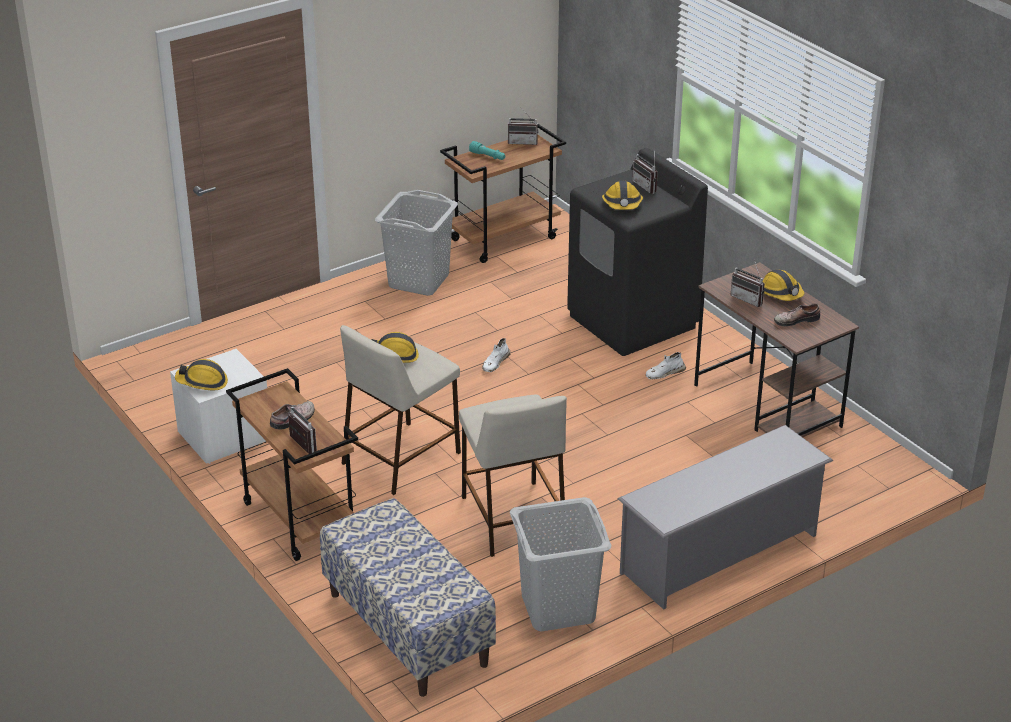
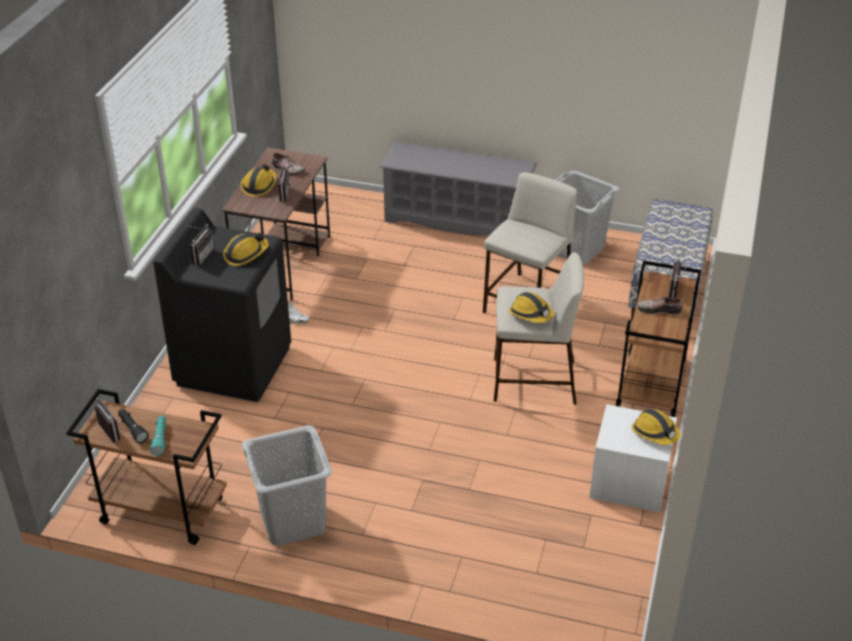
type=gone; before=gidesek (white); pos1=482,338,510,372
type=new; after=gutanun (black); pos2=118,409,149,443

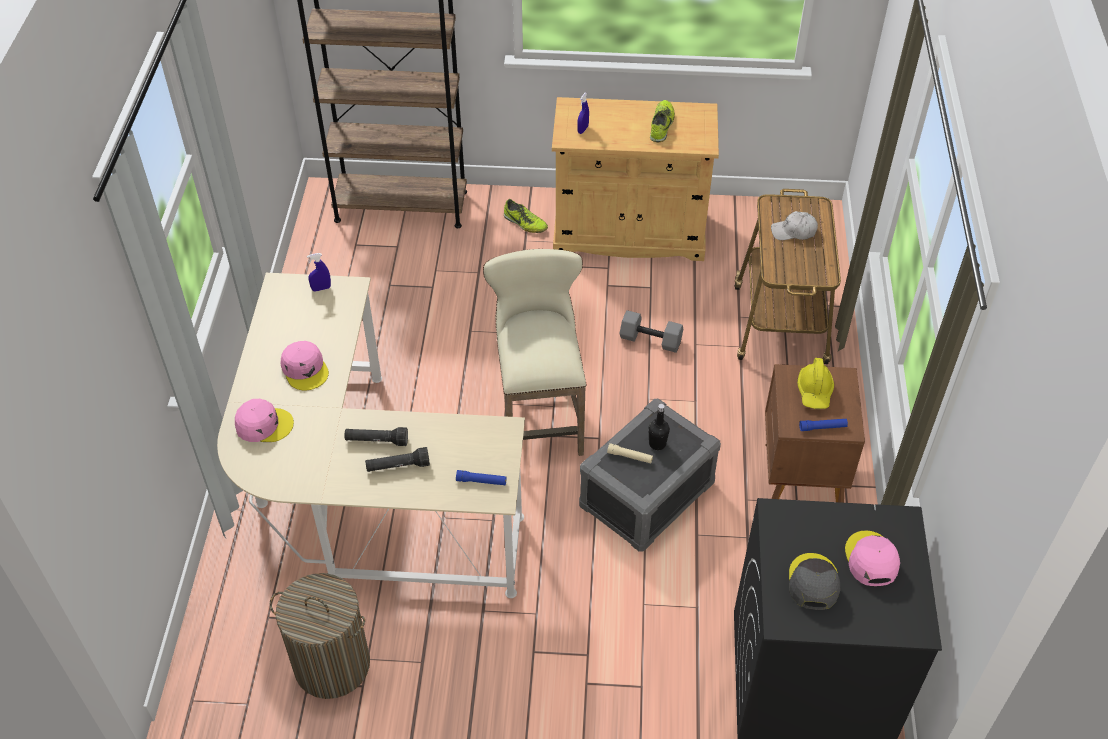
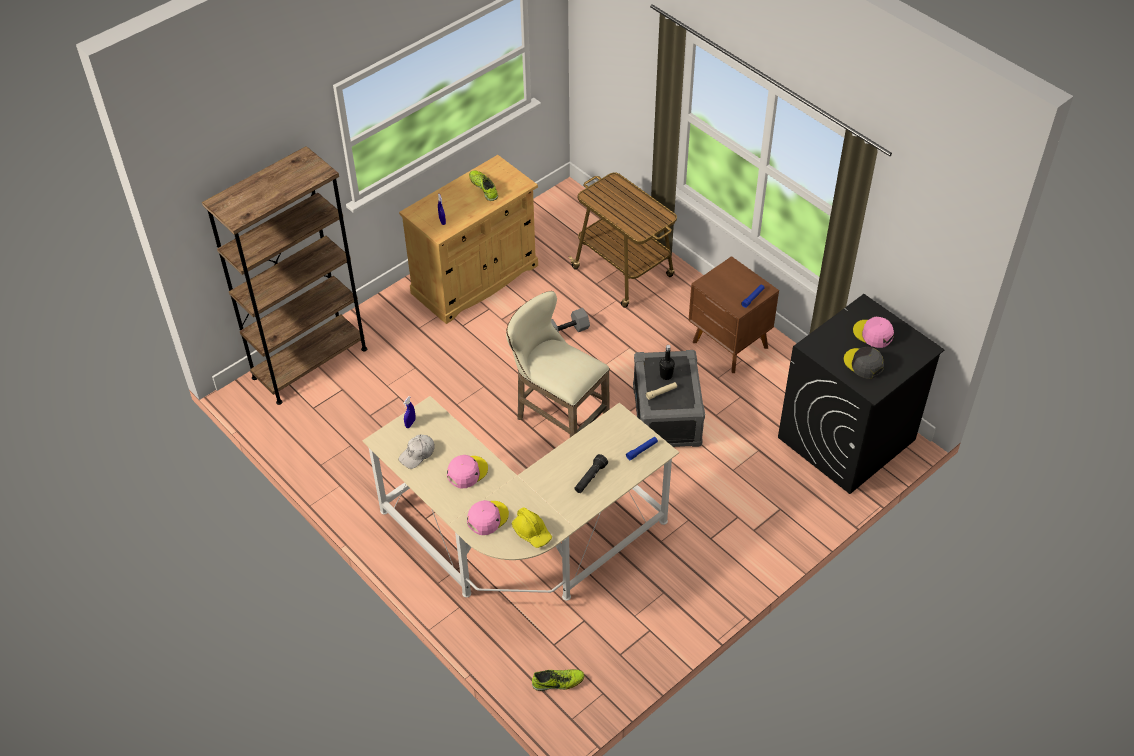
type=gone; before=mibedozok; pos1=270,573,370,699
type=rotated; before=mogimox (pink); pos1=281,341,329,391; pos2=447,455,488,488; turn=-60
type=gone; before=gutanun (black); pos1=345,427,408,446
type=shifted; before=gidesek; pos1=504,199,548,233; pos2=532,669,584,691
type=shifted; before=mogimox (white); pos1=771,211,818,240; pos2=399,435,435,469
type=shifted; before=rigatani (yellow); pos1=797,358,834,409; pos2=511,507,552,548

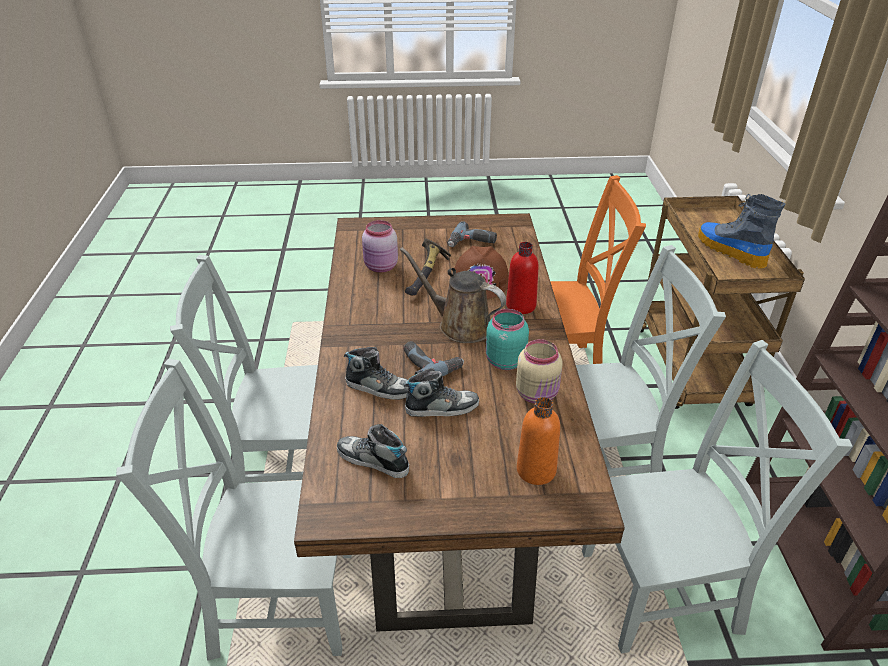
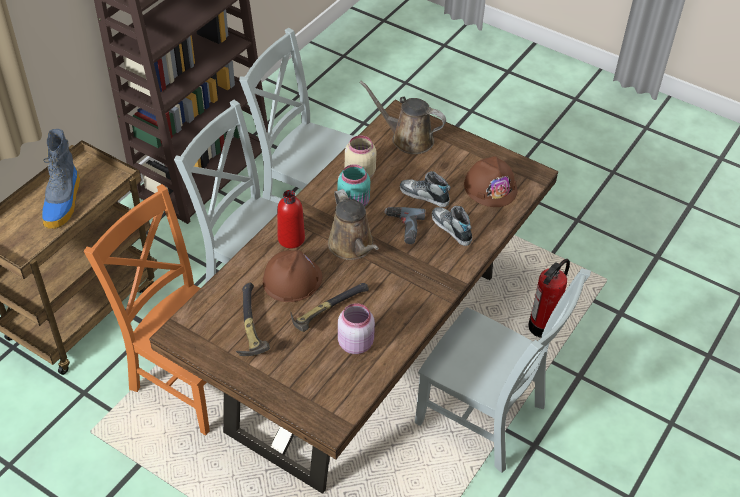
type=swapped; before=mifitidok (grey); after=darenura; pos1=116,359,352,661; pos2=528,259,570,338
type=swapped; before=gidesek; after=rigatani (brown); pos1=337,424,409,478; pos2=464,156,518,207
type=swapped; before=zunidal; after=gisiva; pos1=447,221,497,247; pos2=236,283,270,356
type=swapped; before=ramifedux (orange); after=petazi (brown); pos1=517,397,560,485; pos2=359,81,446,154

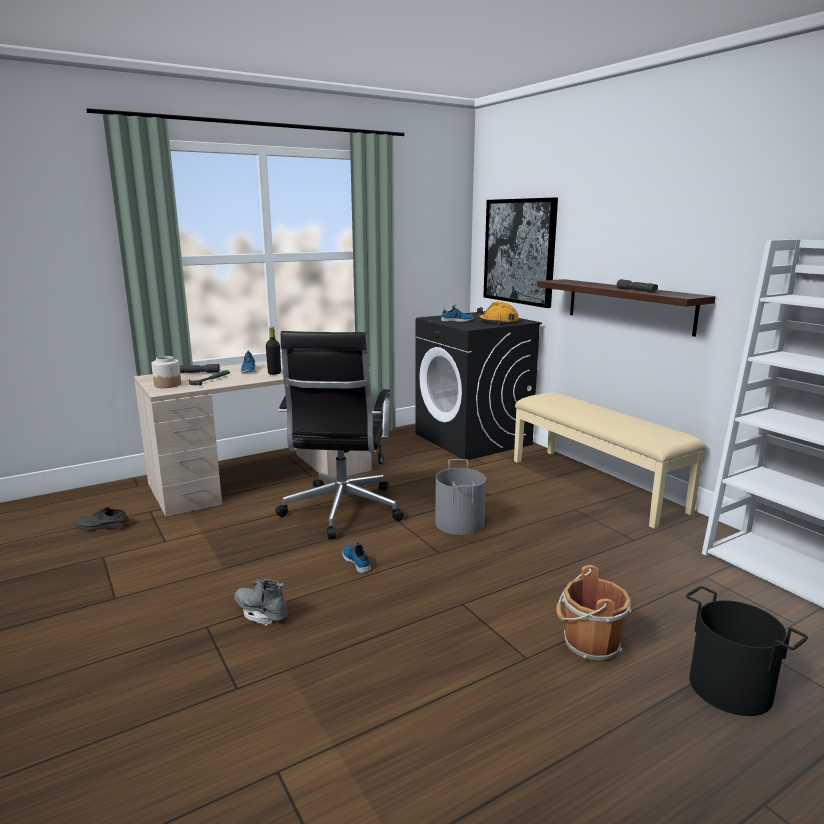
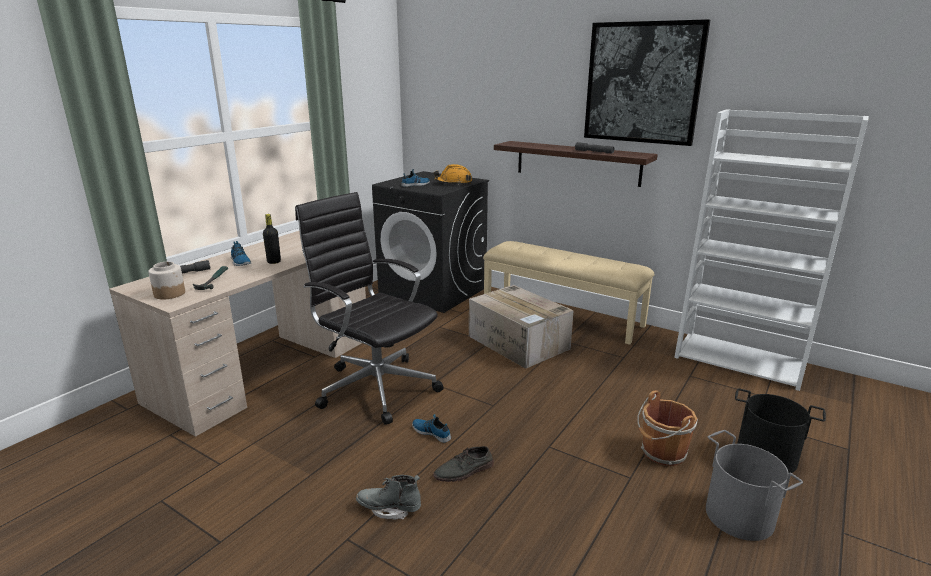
type=shifted; before=gidesek (grey); pos1=74,507,130,531; pos2=433,446,494,482
type=rotated; before=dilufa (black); pos1=275,331,404,539; pos2=295,192,444,425; turn=150
type=shifted; before=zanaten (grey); pos1=435,459,486,535; pos2=706,430,803,541
type=shifted; before=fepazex; pos1=483,197,558,308; pos2=584,19,710,146
type=new; after=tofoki; pos2=469,285,574,369

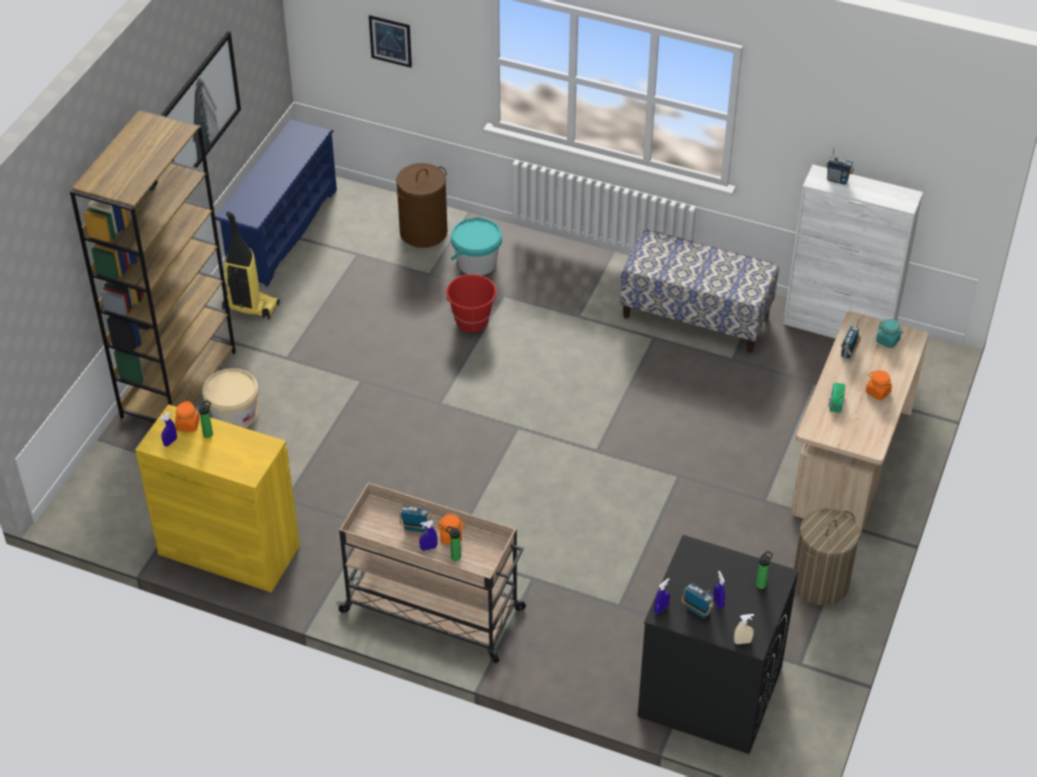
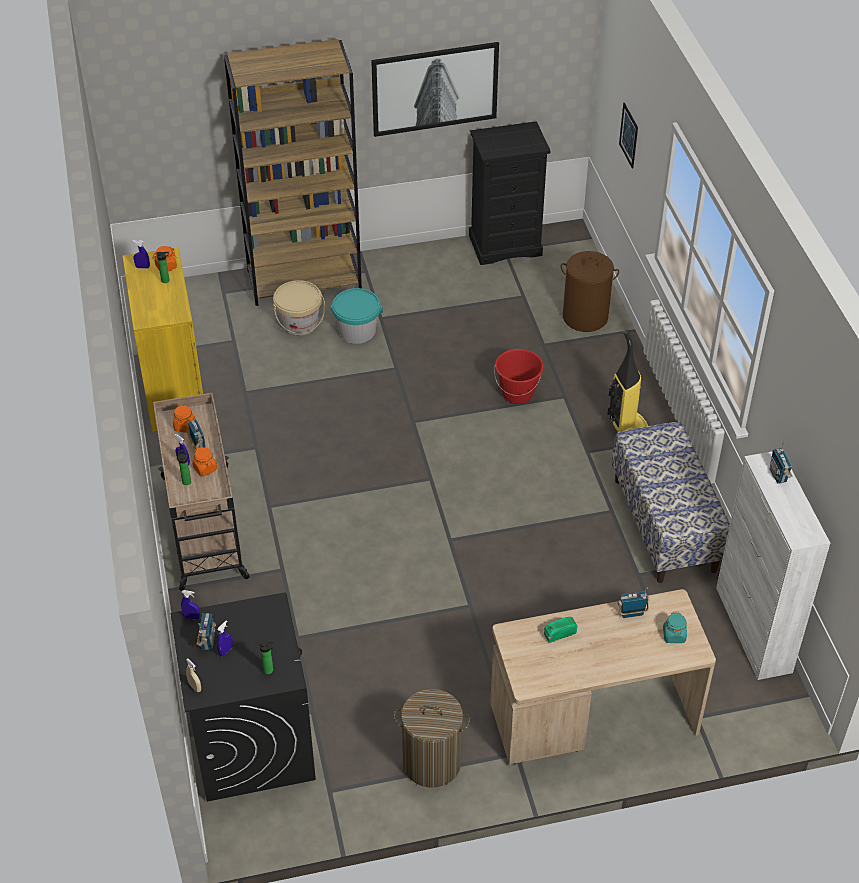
type=swapped; before=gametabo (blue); after=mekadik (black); pos1=215,119,337,287; pos2=469,121,551,265
type=shifted; before=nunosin; pos1=222,211,280,319; pos2=607,329,649,432
type=shifted; before=zanaten (turquoise); pos1=451,218,502,276; pos2=331,288,383,344
type=shifted; before=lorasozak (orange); pos1=866,370,892,400; pos2=173,405,195,433

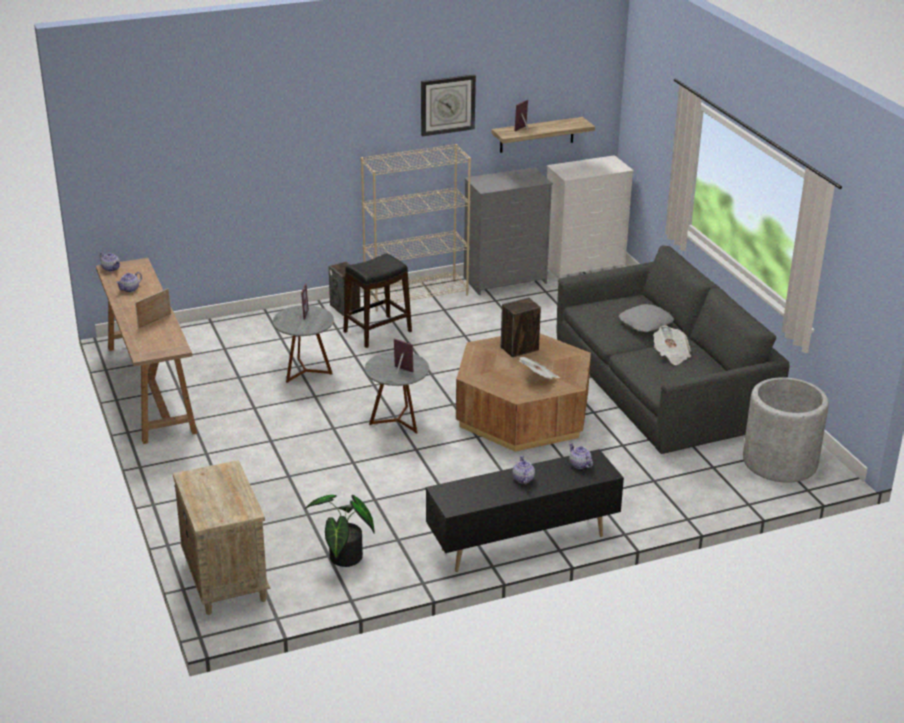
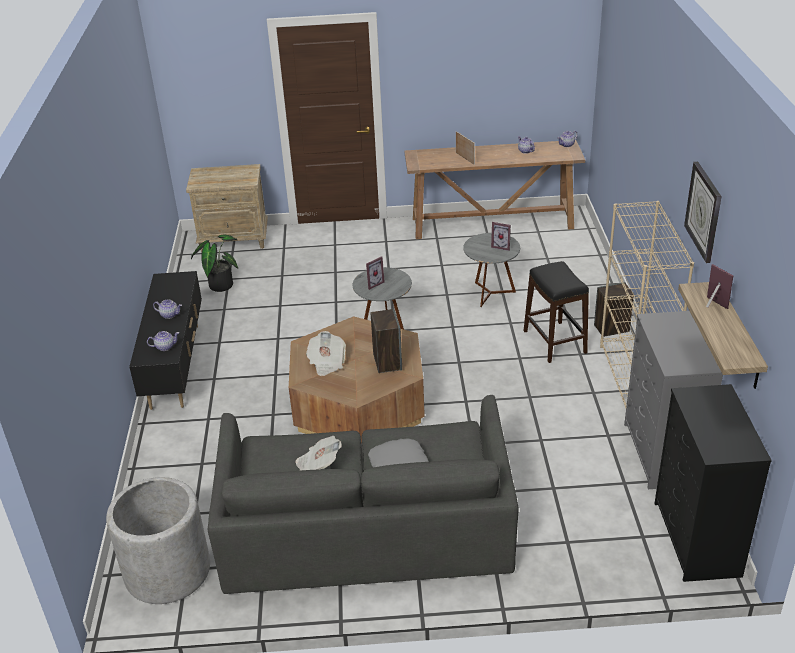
type=repainted; before=mekadik (white); after=mekadik (black); pos1=547,155,634,280; pos2=654,384,772,582

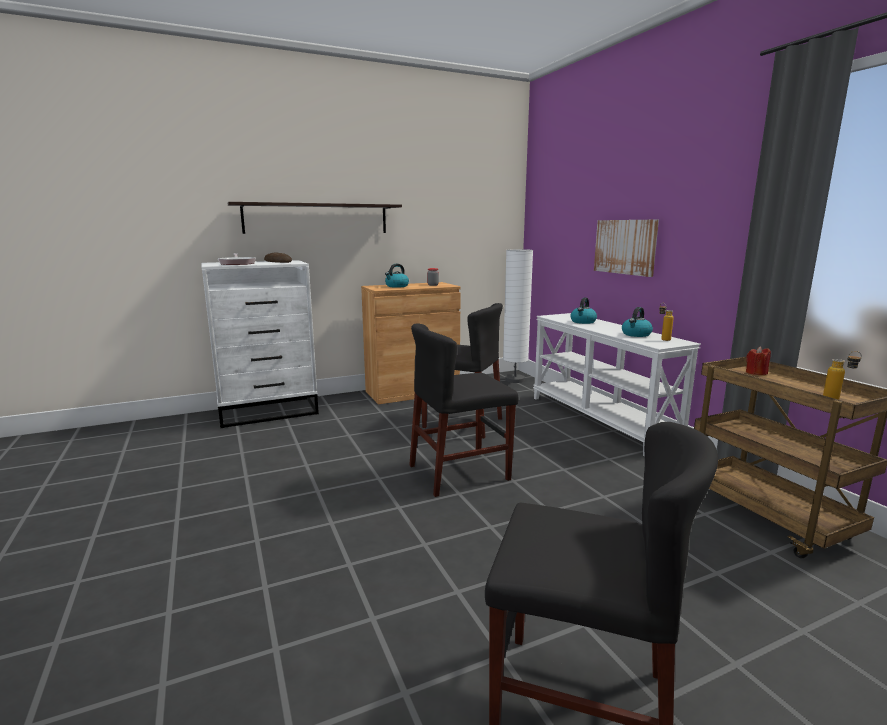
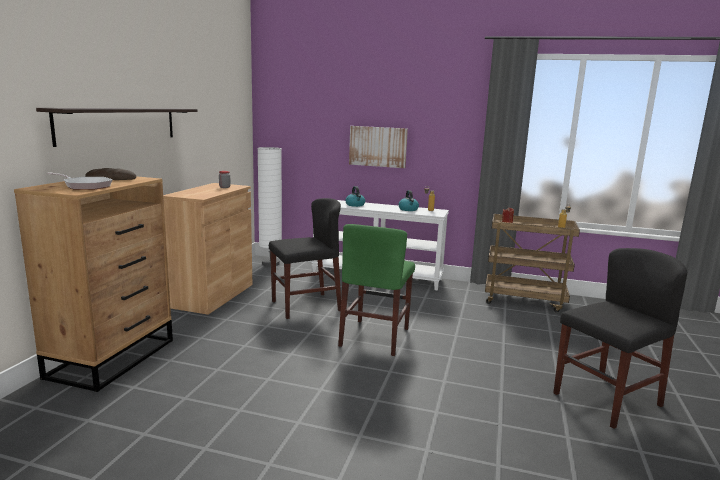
type=repainted; before=mekadik (white); after=mekadik (brown); pos1=202,260,319,428; pos2=14,176,173,392
type=gone; before=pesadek; pos1=385,264,409,288
type=repainted; before=mifitidok (black); after=mifitidok (green); pos1=409,323,519,497; pos2=338,224,415,356

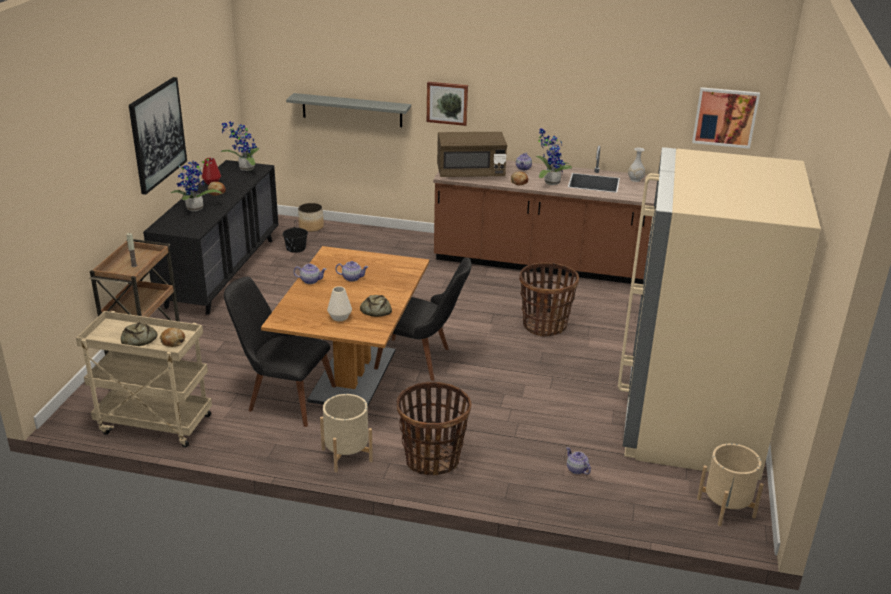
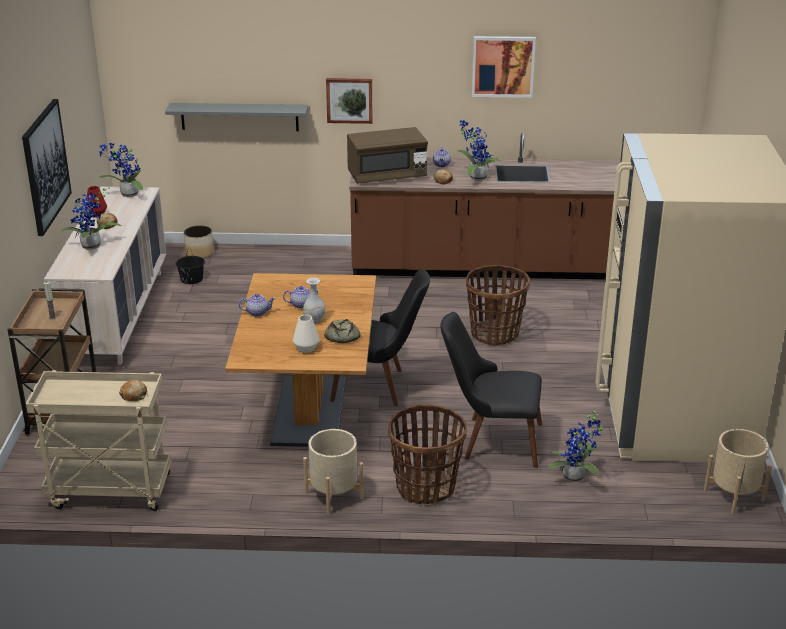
type=gone; before=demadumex; pos1=121,322,158,346
type=repainted; before=mekadik (black); after=mekadik (beige); pos1=143,160,279,315; pos2=44,187,166,365
type=shifted; before=mifitidok (black); pos1=224,276,336,427; pos2=440,312,542,468
type=swapped; before=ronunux; after=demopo; pos1=566,447,591,474; pos2=548,409,602,482
type=shifted; before=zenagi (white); pos1=628,148,645,182; pos2=303,278,326,323
type=shifted; before=fepazex; pos1=692,87,760,149; pos2=472,36,536,98

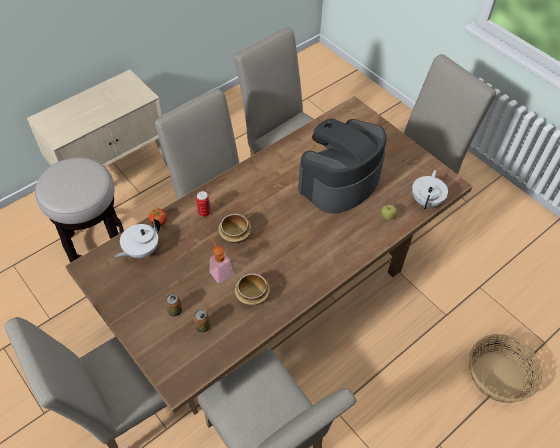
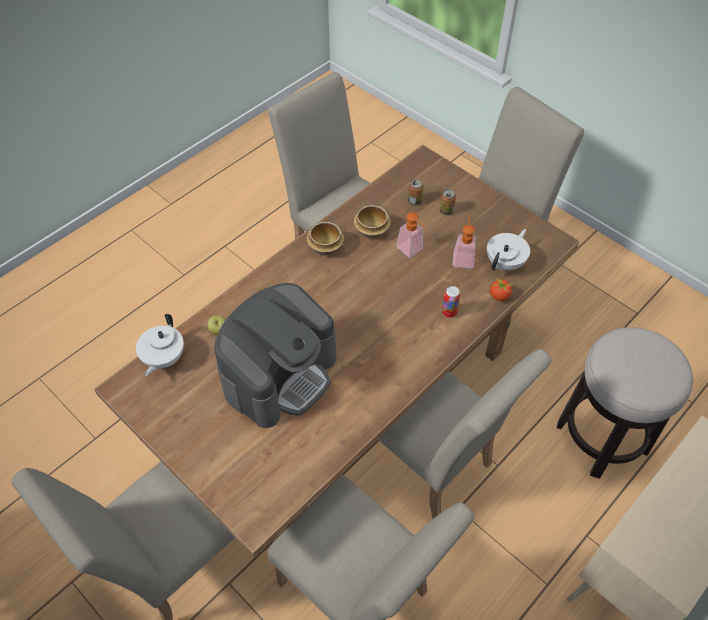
type=shifted; before=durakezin; pos1=218,214,251,243; pos2=307,222,344,256
type=gone; before=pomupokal; pos1=469,334,542,403
type=new; after=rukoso; pos2=453,215,476,269

